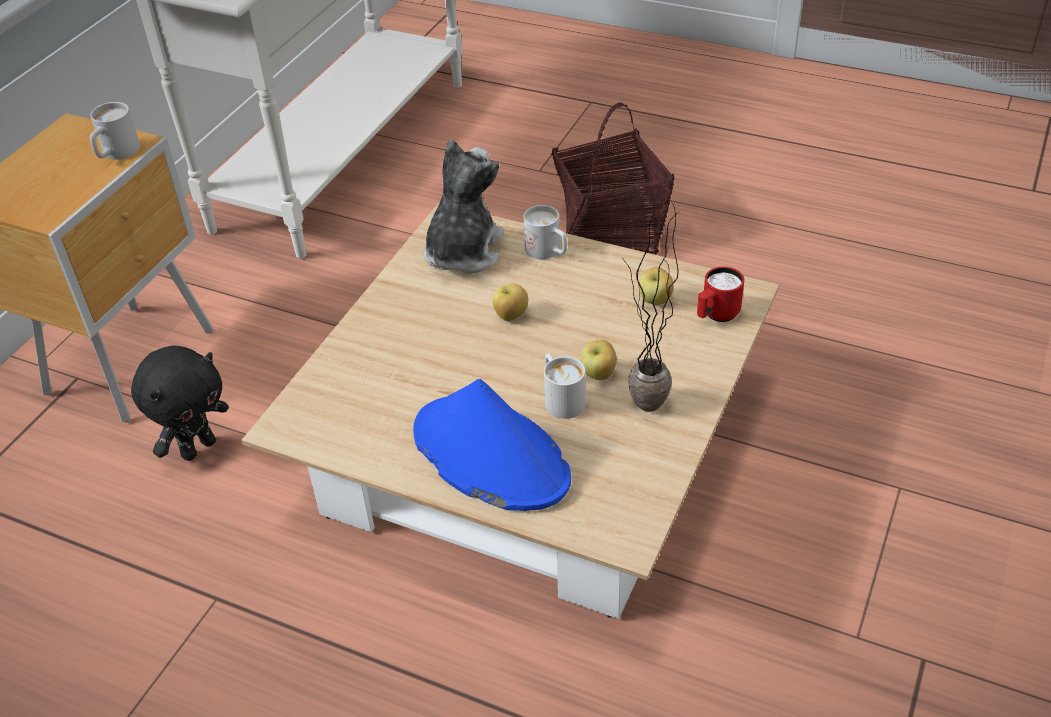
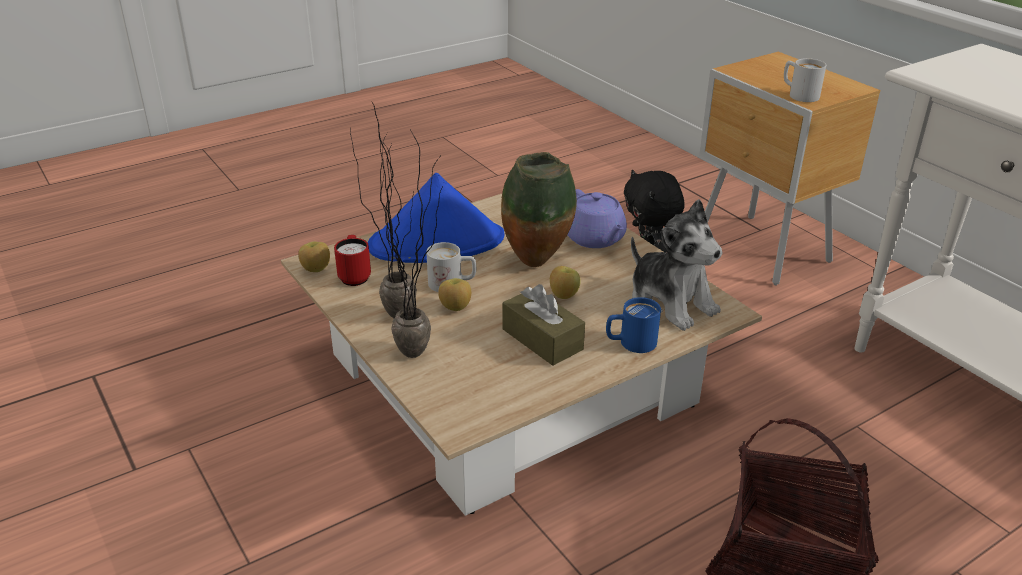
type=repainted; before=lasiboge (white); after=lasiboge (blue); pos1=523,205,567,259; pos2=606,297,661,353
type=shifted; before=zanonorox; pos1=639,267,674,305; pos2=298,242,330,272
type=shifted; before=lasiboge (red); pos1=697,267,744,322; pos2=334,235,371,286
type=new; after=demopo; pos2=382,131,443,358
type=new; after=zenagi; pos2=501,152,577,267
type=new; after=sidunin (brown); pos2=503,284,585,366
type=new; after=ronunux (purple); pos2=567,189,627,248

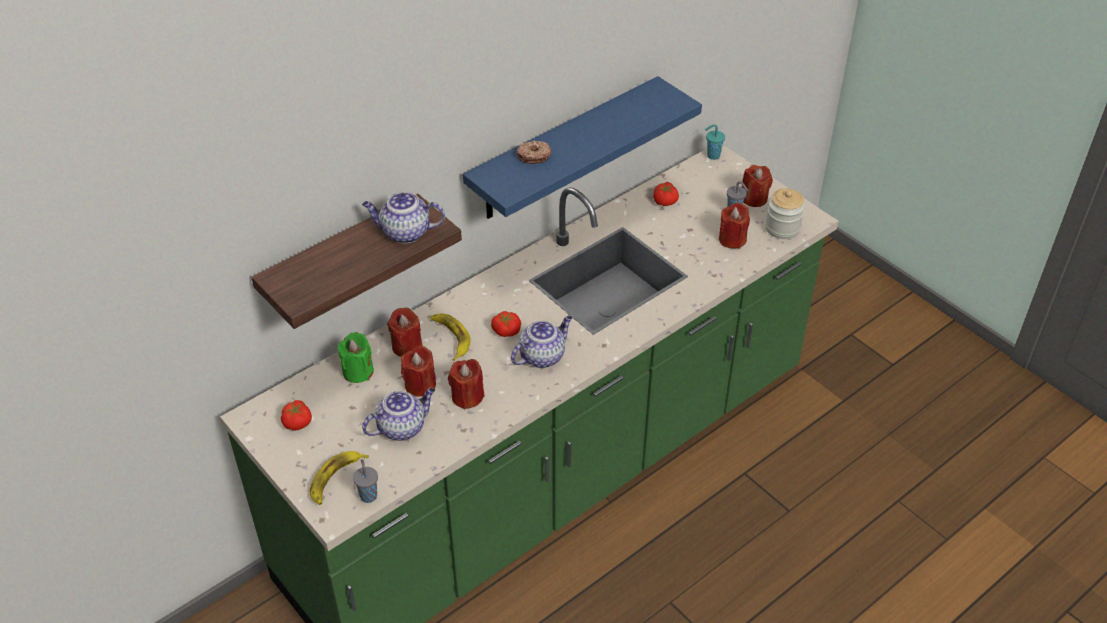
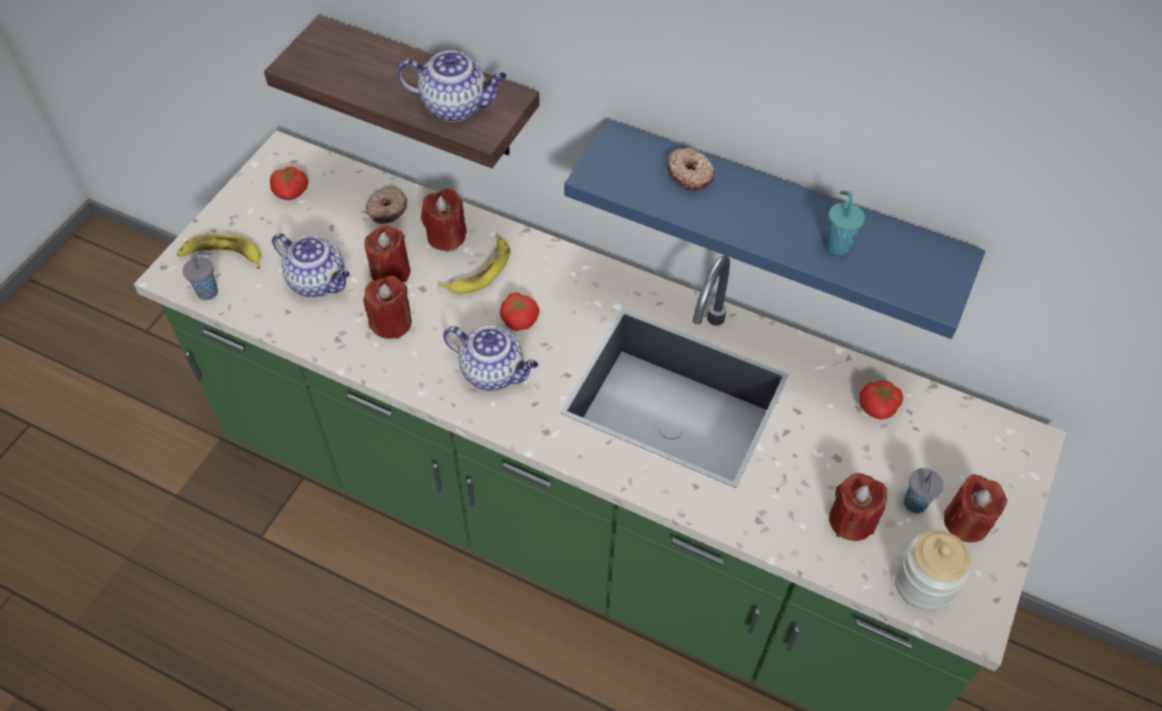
type=swapped; before=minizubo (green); after=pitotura; pos1=337,332,374,383; pos2=366,188,407,224
type=rotated; before=ronunux; pos1=362,192,445,243; pos2=397,50,507,122; turn=120
type=shifted; before=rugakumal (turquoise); pos1=705,124,725,160; pos2=826,191,865,255

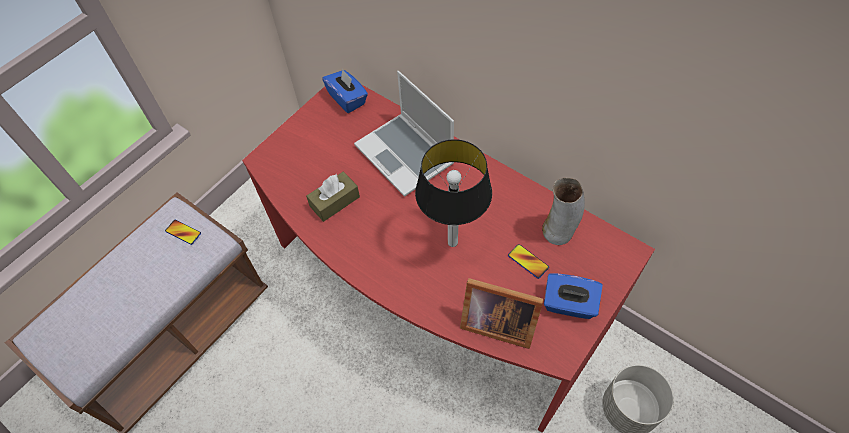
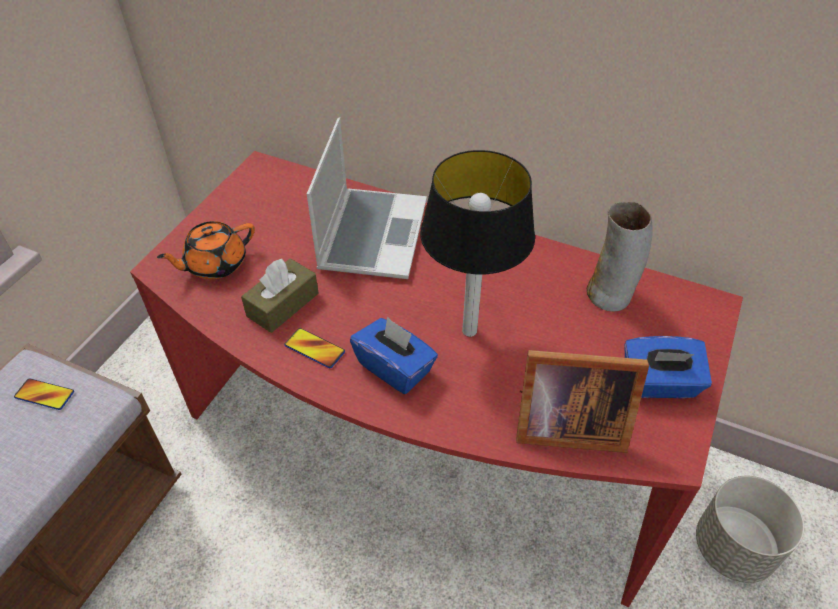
type=shifted; before=sidunin (blue); pos1=322,68,368,113; pos2=350,316,438,394
type=rotated; before=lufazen; pos1=354,71,454,197; pos2=307,117,427,279; turn=-120
type=shifted; before=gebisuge; pos1=508,244,549,279; pos2=284,328,345,368
type=new; after=ronunux (orange); pos2=157,221,255,279

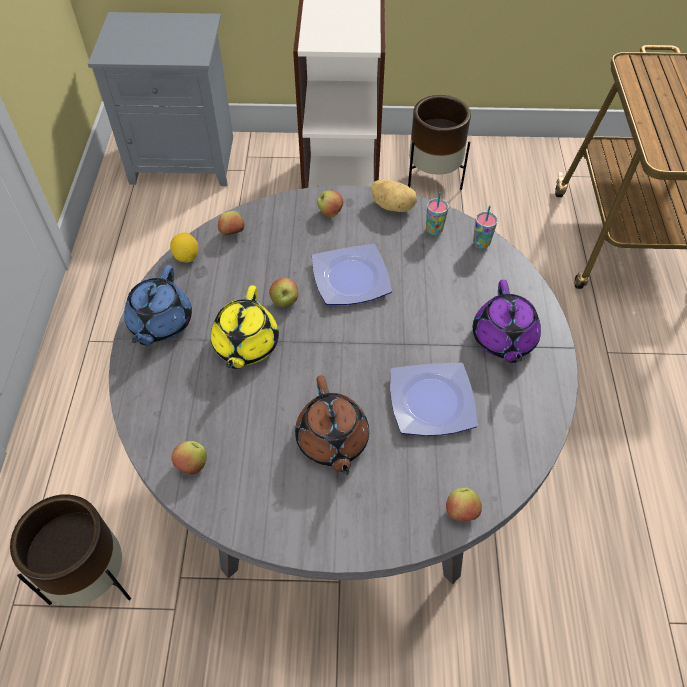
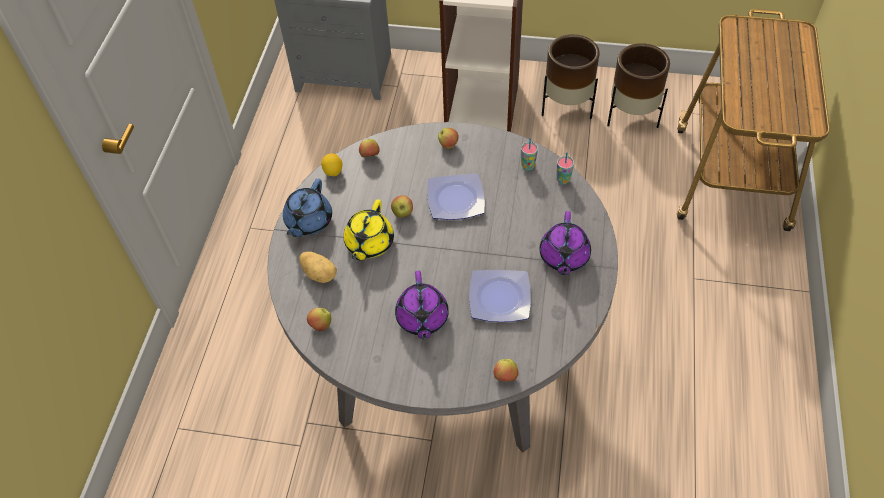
type=shifted; before=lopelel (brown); pos1=10,494,131,606; pos2=607,43,670,128
type=repainted; before=ronunux (brown); after=ronunux (purple); pos1=295,375,369,475; pos2=395,271,449,340
type=shifted; before=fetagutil; pos1=371,179,417,212; pos2=299,251,337,283

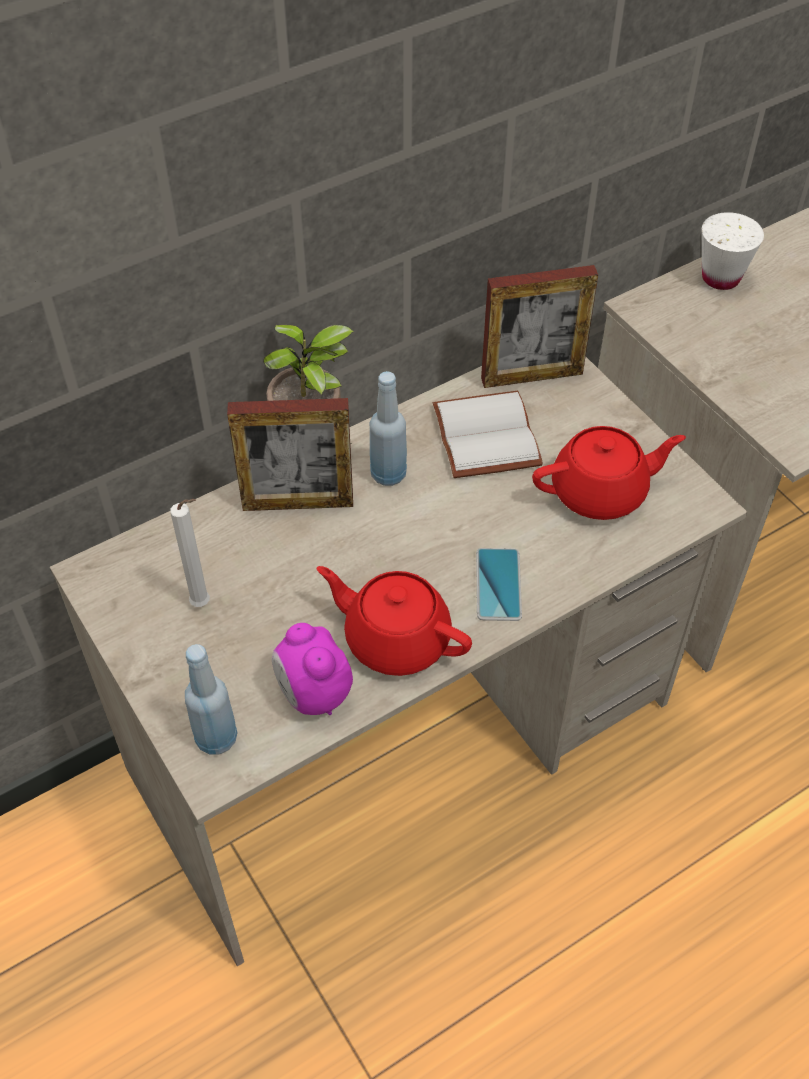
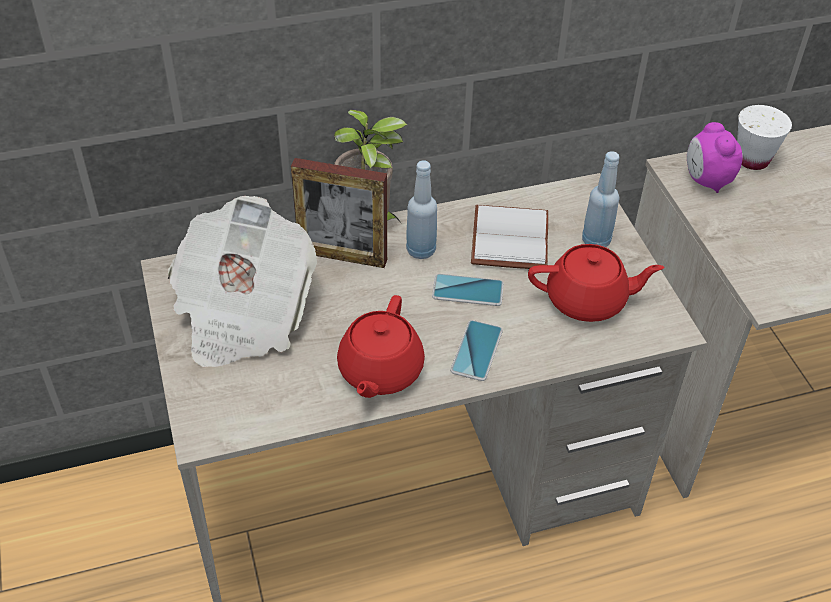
type=swapped; before=minizubo (white); after=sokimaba; pos1=170,499,210,607; pos2=168,196,317,367
type=shifted; before=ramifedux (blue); pos1=185,644,237,755; pos2=582,151,620,247
type=shifted; before=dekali; pos1=272,623,353,715; pos2=687,122,743,193
type=rotated; before=ronunux (red); pos1=317,566,472,676; pos2=337,295,425,398; turn=-120
type=gone; before=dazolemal; pos1=481,265,598,388
type=new; after=gebisuge; pos2=432,274,504,306

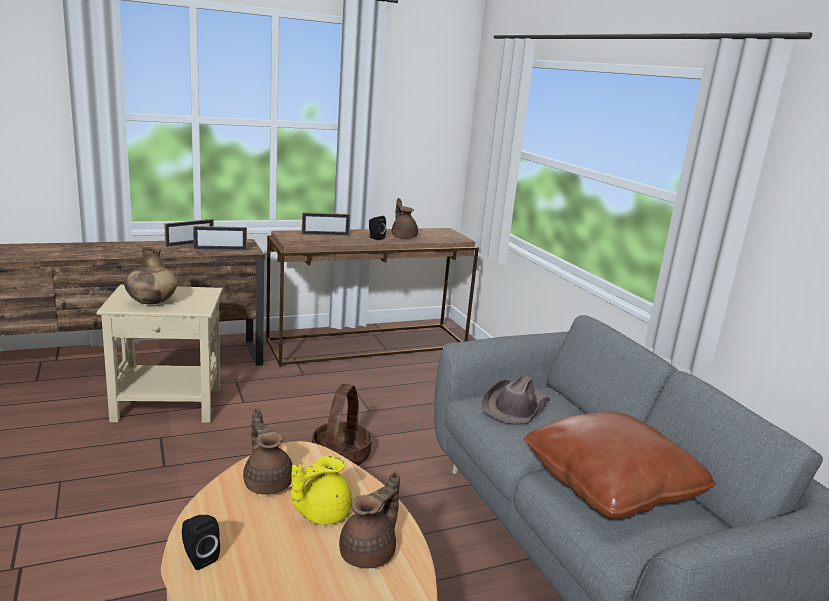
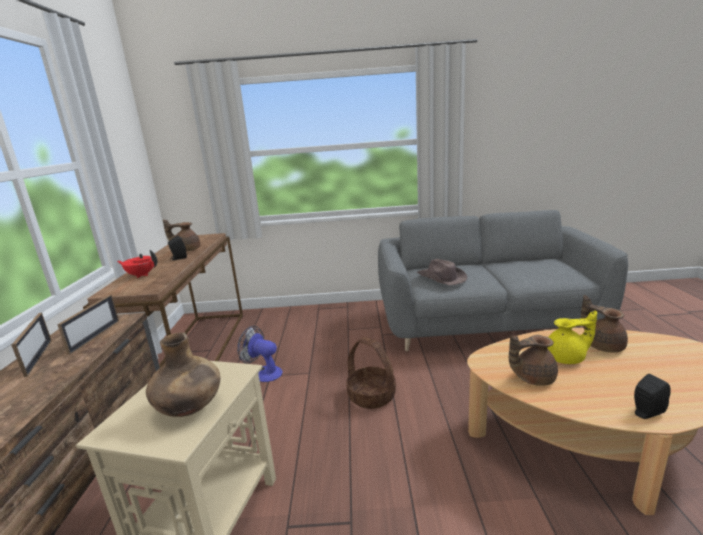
type=rotated; before=ronunux (yellow); pos1=291,456,352,525; pos2=547,310,597,364; turn=-75
type=swapped; before=dazolemal; after=ronunux (red); pos1=302,212,350,236; pos2=117,250,157,278
type=gone; before=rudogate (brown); pos1=524,411,716,519
type=new; after=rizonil; pos2=237,326,283,382

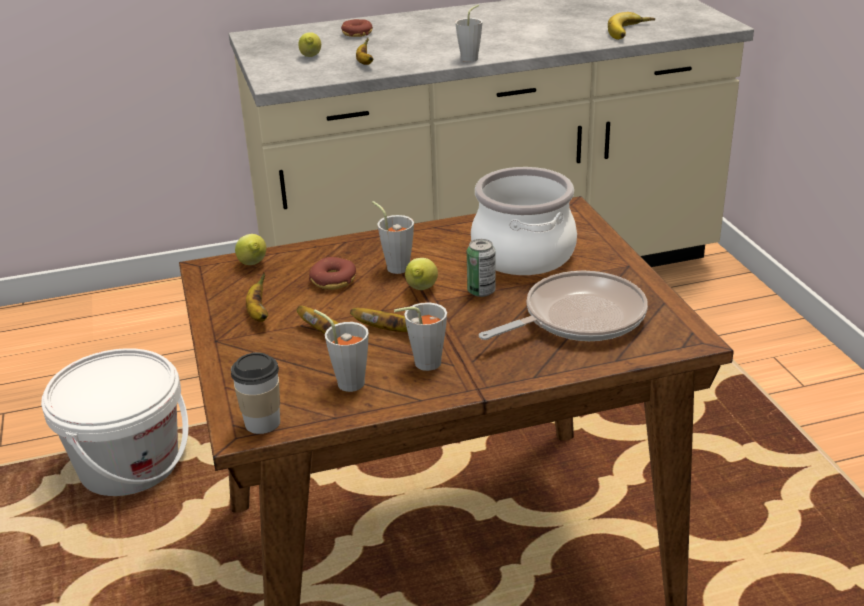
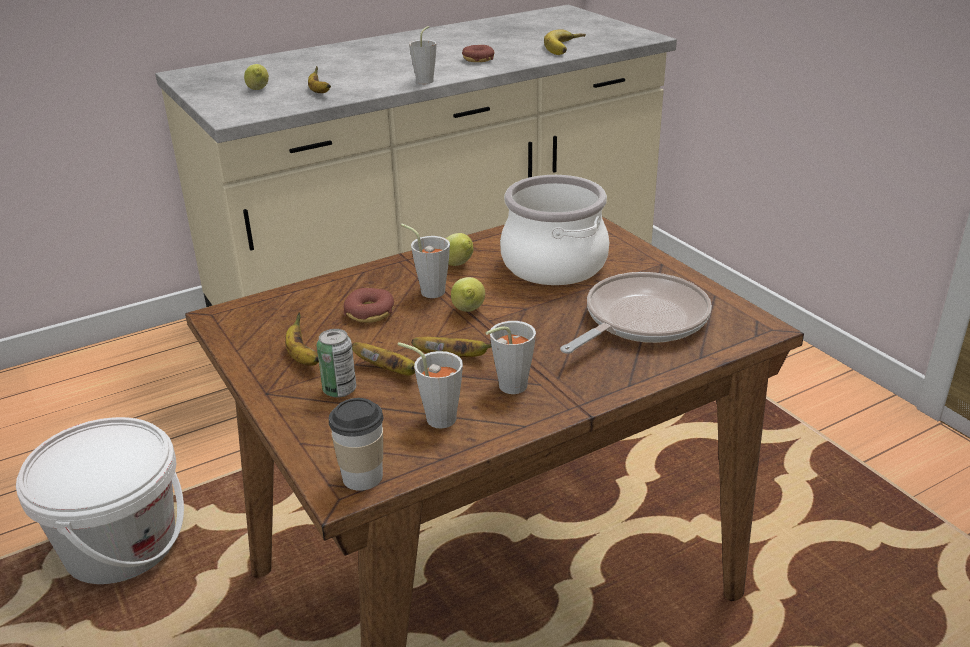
type=shifted; before=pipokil; pos1=235,234,266,265; pos2=446,233,473,266
type=shifted; before=pitotura; pos1=341,19,373,37; pos2=462,45,495,62
type=shifted; before=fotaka; pos1=467,239,496,297; pos2=316,329,356,398

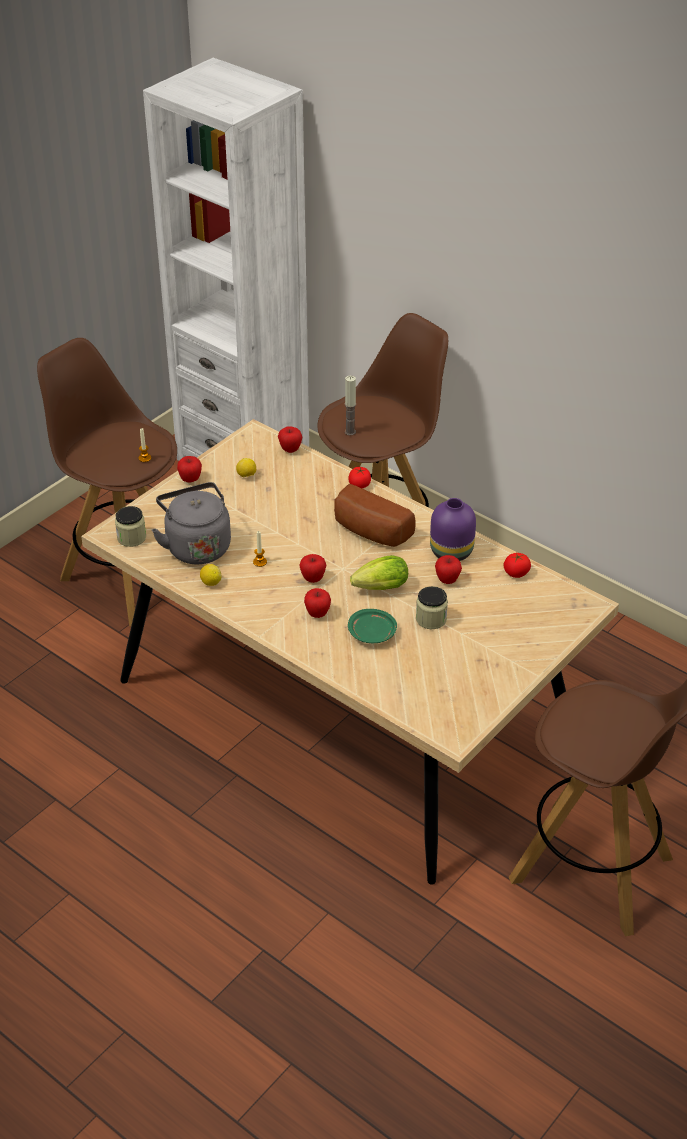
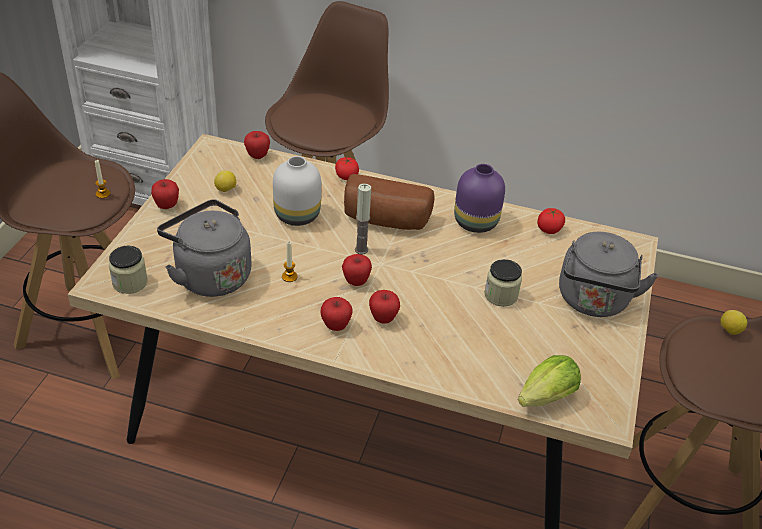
type=shifted; before=pipokil; pos1=200,564,222,586; pos2=720,310,747,335
type=shifted; before=minizubo; pos1=345,376,356,435; pos2=355,183,371,254
type=gone; before=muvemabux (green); pos1=348,609,397,643
type=shifted; before=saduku; pos1=350,555,408,590; pos2=518,355,581,407
type=shifted; before=zanonorox; pos1=435,555,462,584; pos2=320,297,353,331
type=new; after=zenagi (white); pos2=273,156,321,226
type=new; after=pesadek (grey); pos2=559,232,659,317

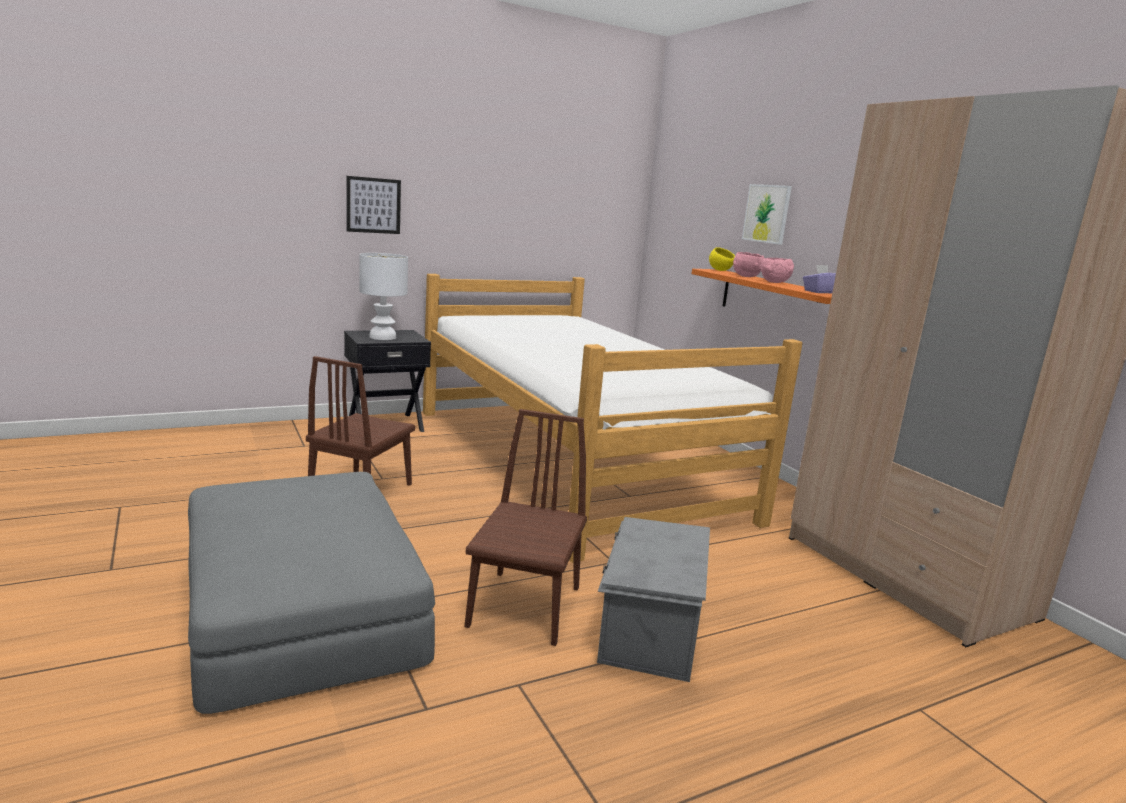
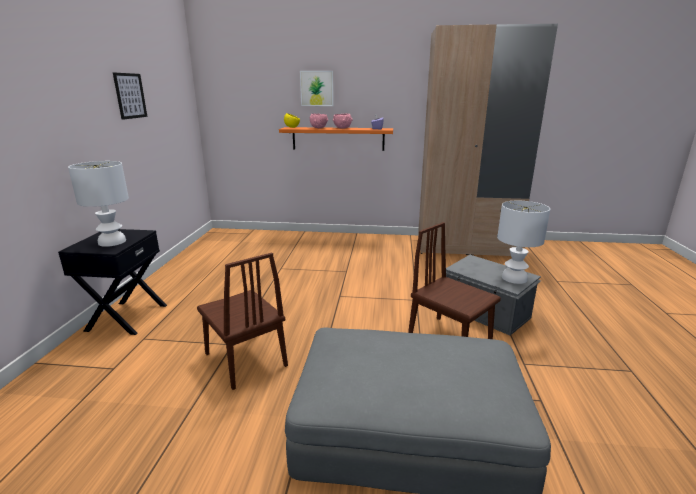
type=shifted; before=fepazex; pos1=346,176,401,234; pos2=113,73,147,120
type=gone; before=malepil; pos1=423,274,802,563
type=new; after=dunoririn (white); pos2=497,201,550,284

